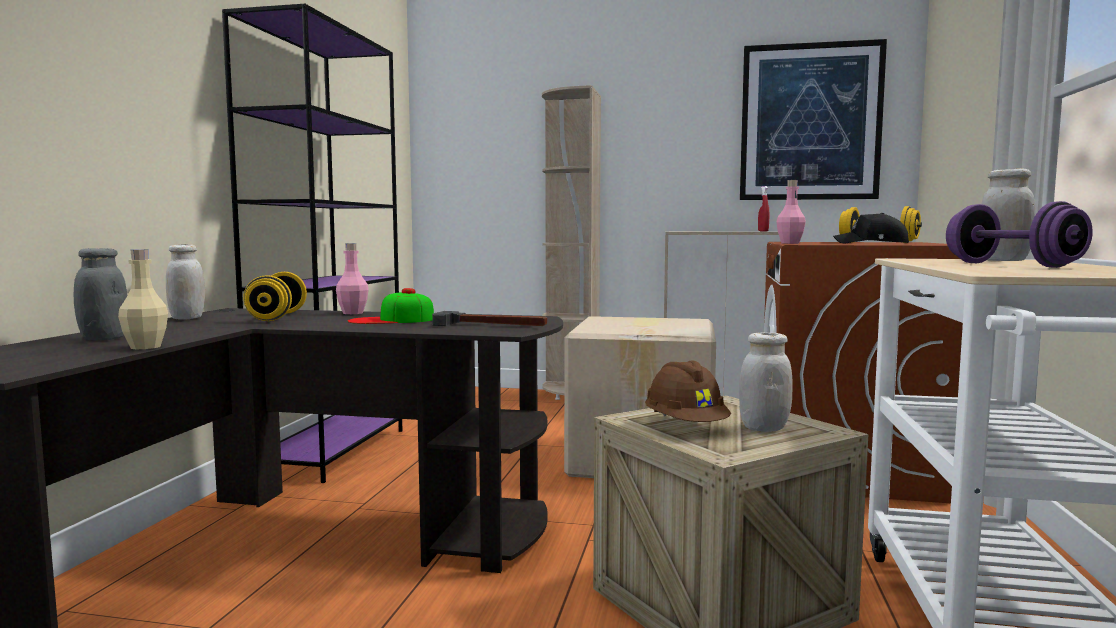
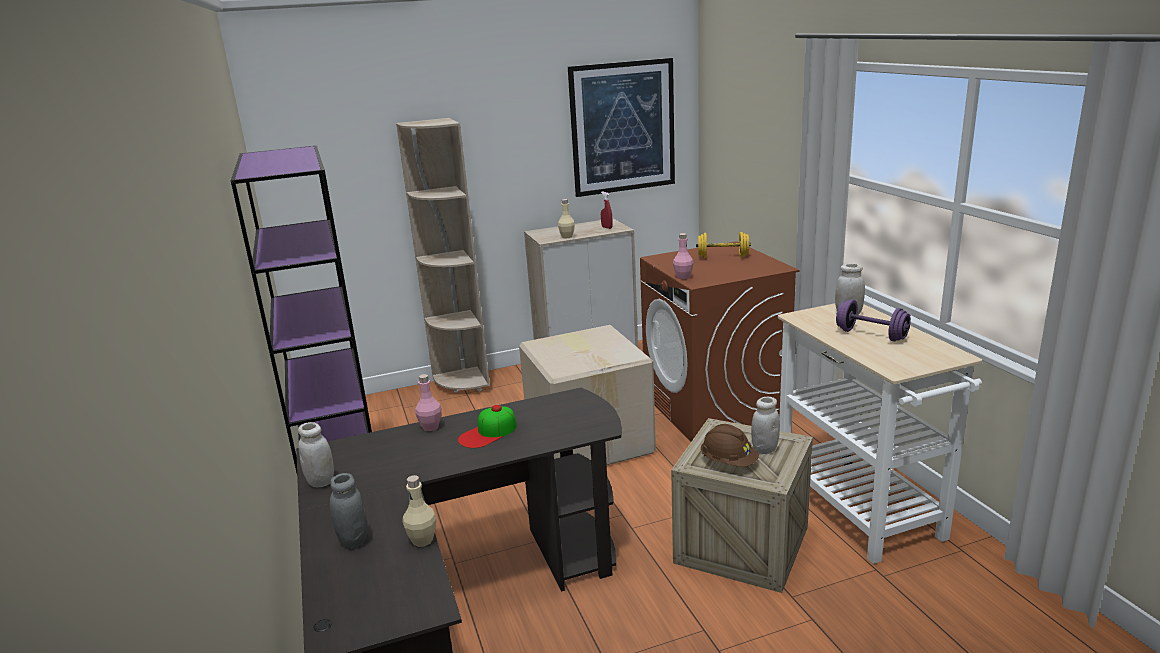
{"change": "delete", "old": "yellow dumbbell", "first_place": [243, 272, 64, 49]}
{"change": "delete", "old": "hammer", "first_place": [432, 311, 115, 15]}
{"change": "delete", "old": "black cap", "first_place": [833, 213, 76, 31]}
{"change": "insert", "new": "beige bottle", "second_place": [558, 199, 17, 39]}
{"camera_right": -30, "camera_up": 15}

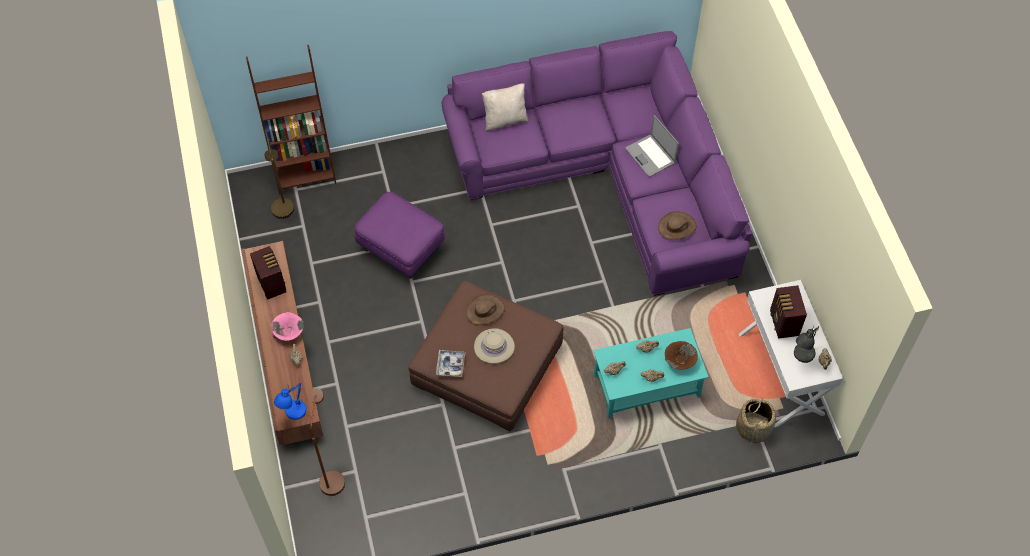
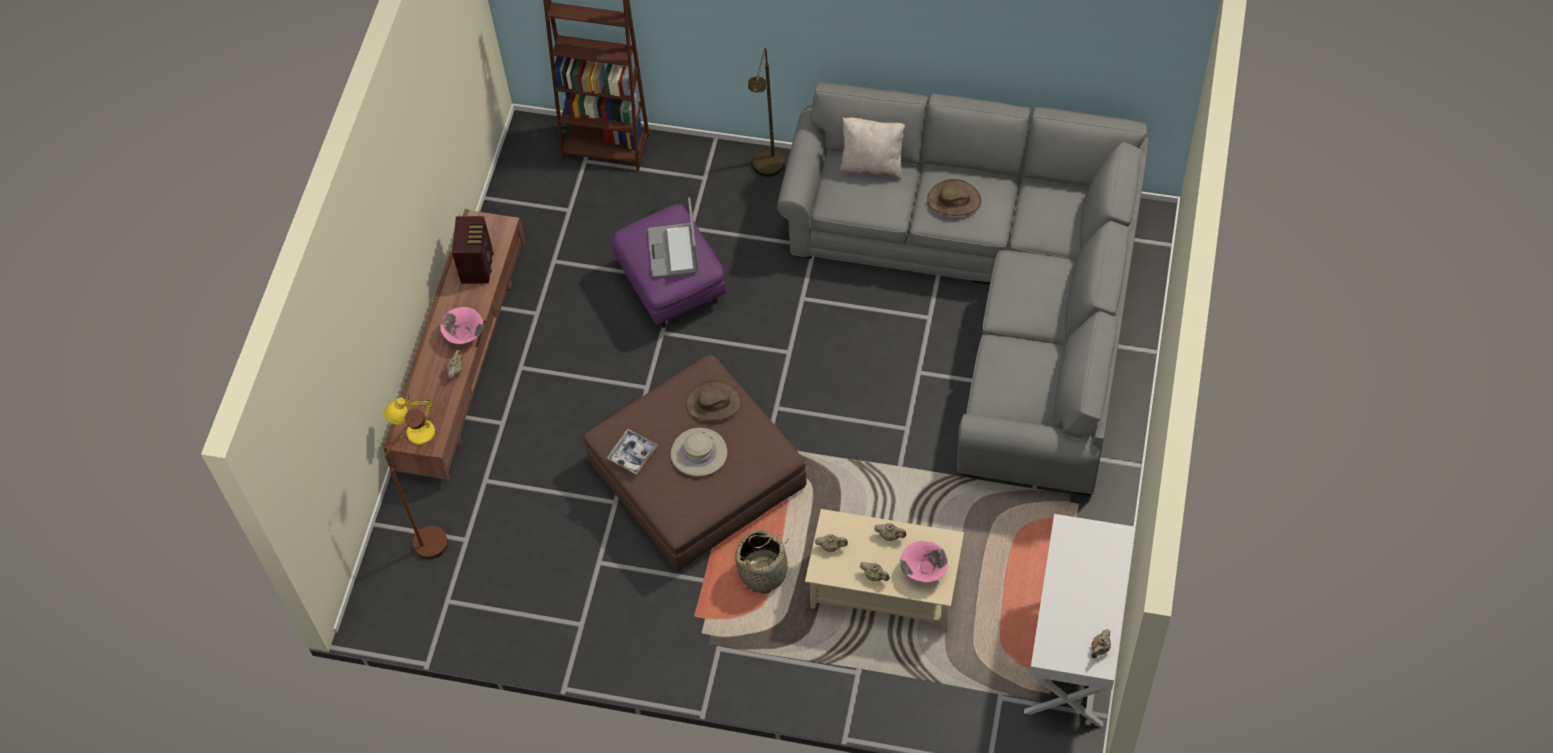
{"change": "delete", "old": "radio", "first_place": [770, 285, 37, 54]}
{"change": "delete", "old": "grey table lamp", "first_place": [794, 325, 25, 38]}
{"change": "move", "old": "brown floor lamp", "first_place": [264, 128, 30, 91], "second_place": [748, 48, 36, 129]}
{"change": "move", "old": "laptop", "first_place": [626, 115, 53, 62], "second_place": [648, 197, 51, 80]}
{"change": "move", "old": "brown hat", "first_place": [658, 211, 39, 29], "second_place": [927, 179, 54, 37]}
{"change": "move", "old": "basket", "first_place": [736, 397, 40, 46], "second_place": [735, 530, 54, 64]}
{"change": "recolor", "old": "blue table lamp", "new": "yellow table lamp", "first_place": [274, 383, 32, 37], "second_place": [384, 394, 51, 51]}
{"change": "recolor", "old": "purple sofa", "new": "grey sofa", "first_place": [442, 31, 310, 265], "second_place": [777, 82, 372, 414]}
{"change": "recolor", "old": "turquoise coffee table", "new": "beige coffee table", "first_place": [593, 328, 116, 91], "second_place": [805, 509, 159, 122]}
{"change": "recolor", "old": "brown bowl", "new": "pink bowl", "first_place": [665, 341, 33, 29], "second_place": [900, 541, 48, 41]}
{"camera_right": 30, "camera_up": 0}

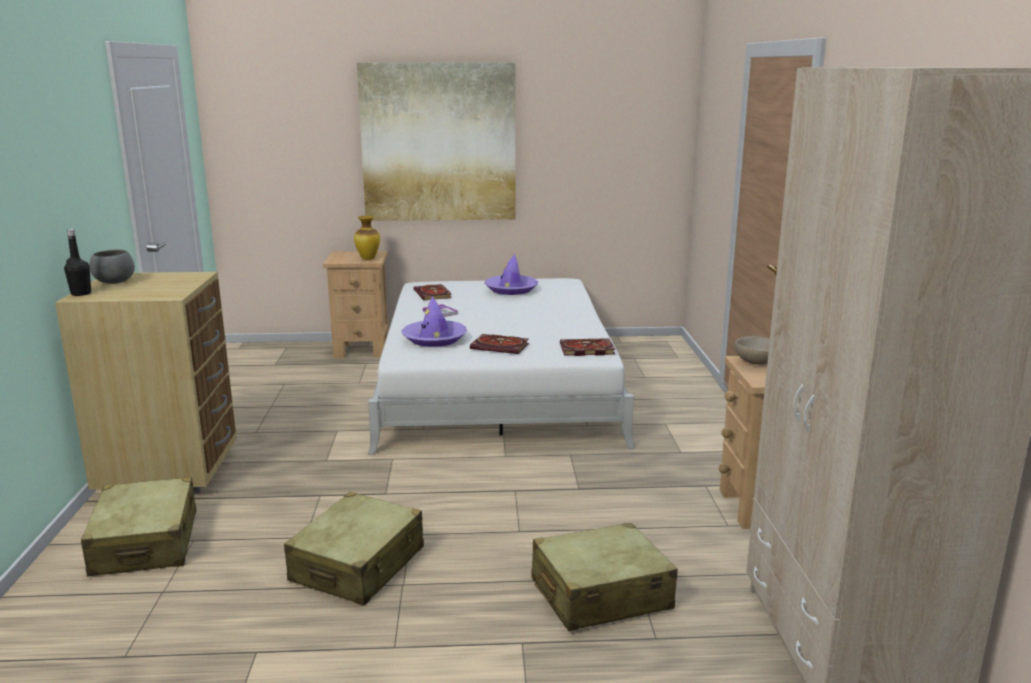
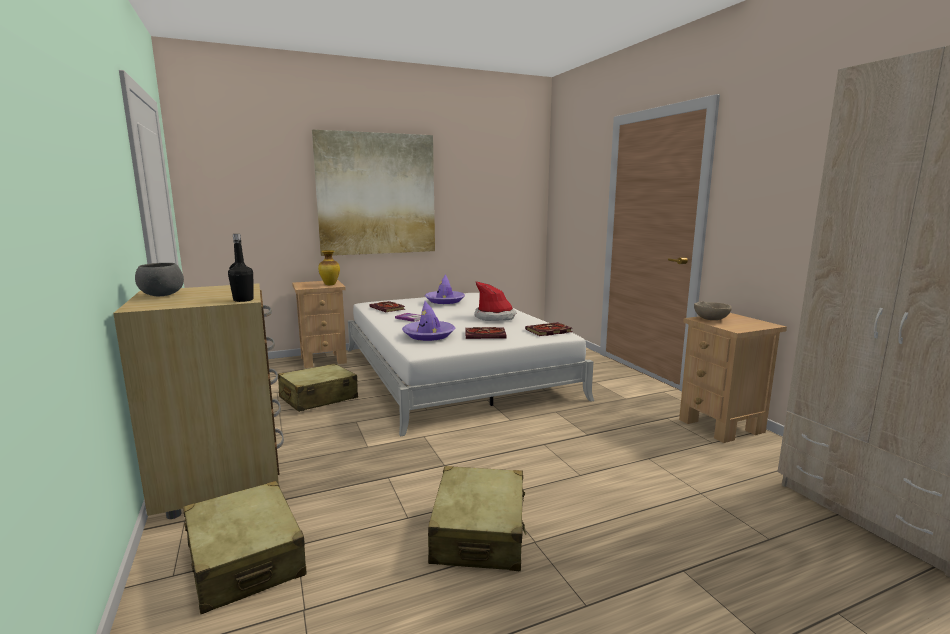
{"change": "insert", "new": "hat", "second_place": [474, 281, 43, 40]}
{"change": "move", "old": "black bottle", "first_place": [64, 229, 27, 67], "second_place": [228, 234, 26, 68]}
{"change": "move", "old": "beige suitcase", "first_place": [531, 523, 147, 108], "second_place": [278, 364, 80, 48]}
{"camera_right": -20, "camera_up": -5}

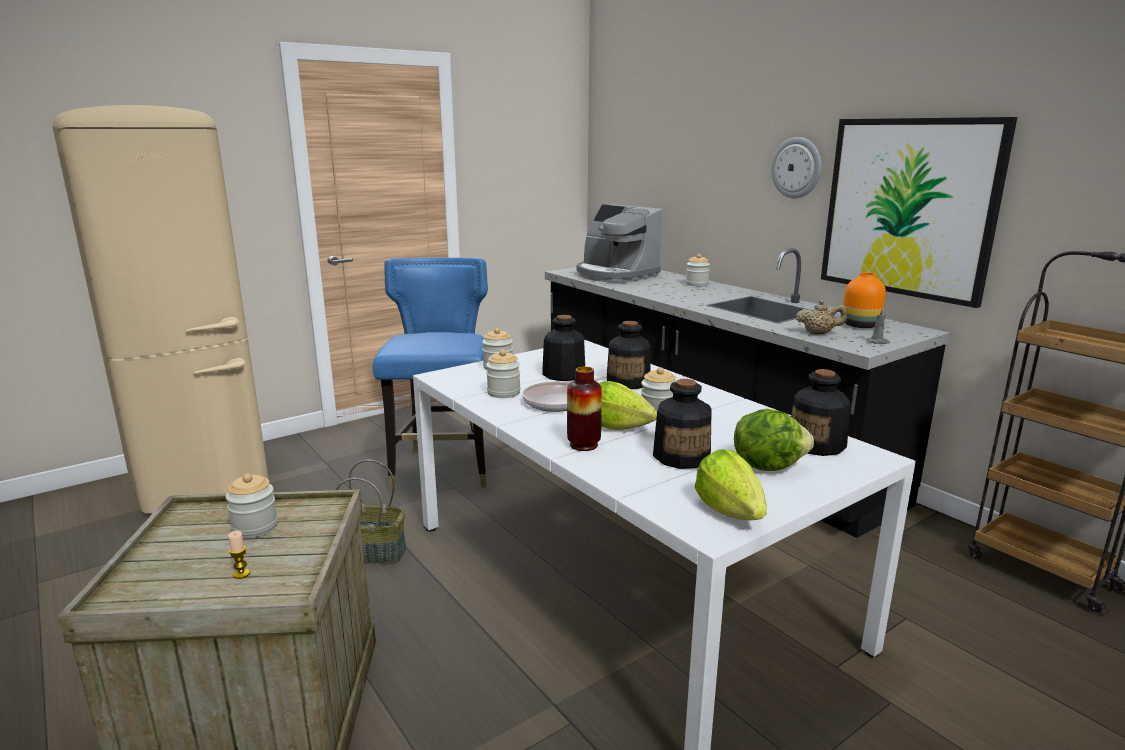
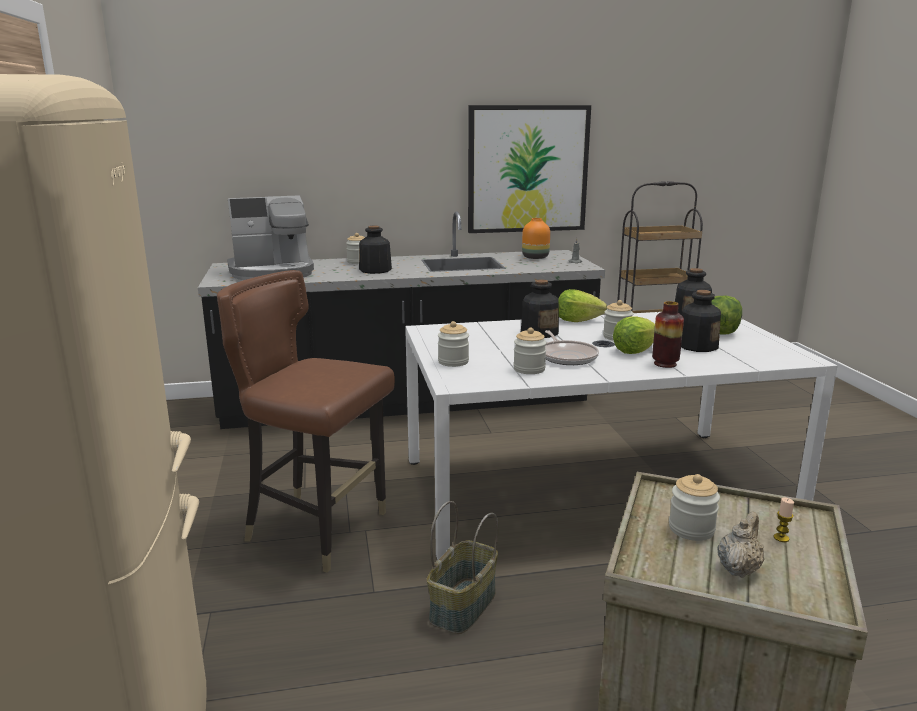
{"change": "delete", "old": "wall clock", "first_place": [771, 137, 50, 61]}
{"change": "move", "old": "bottle", "first_place": [542, 315, 43, 66], "second_place": [359, 226, 33, 48]}
{"change": "move", "old": "lettuce", "first_place": [694, 449, 73, 71], "second_place": [558, 289, 49, 33]}
{"change": "move", "old": "beige teapot", "first_place": [796, 300, 51, 34], "second_place": [718, 512, 46, 66]}
{"change": "recolor", "old": "blue chair", "new": "brown chair", "first_place": [373, 257, 115, 232], "second_place": [217, 270, 178, 303]}
{"camera_right": -65, "camera_up": 0}

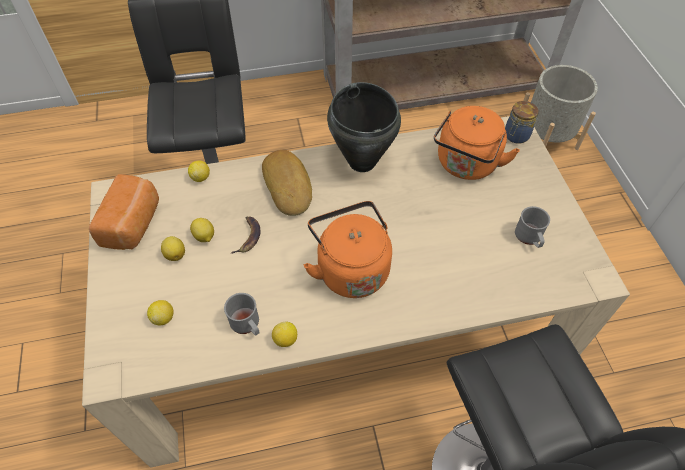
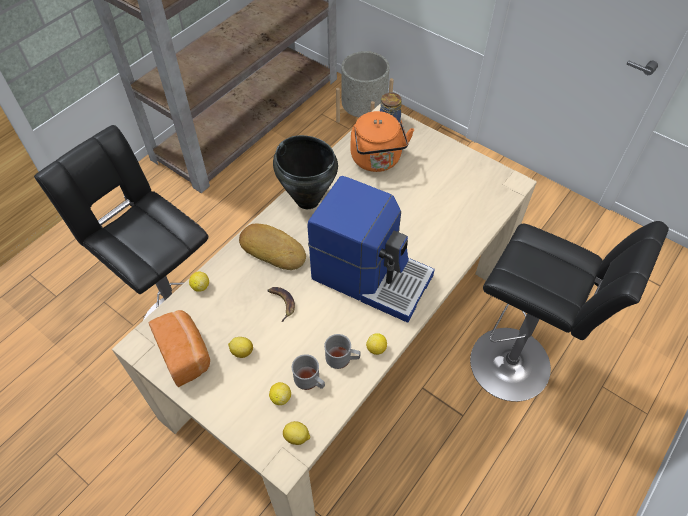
{"change": "move", "old": "lemon", "first_place": [190, 218, 24, 24], "second_place": [283, 421, 27, 24]}
{"change": "move", "old": "grey mug", "first_place": [515, 206, 35, 42], "second_place": [292, 354, 33, 36]}
{"change": "replace", "old": "orange kettle", "new": "coffee machine", "first_place": [304, 201, 88, 97], "second_place": [307, 176, 128, 147]}
{"camera_right": -40, "camera_up": 0}

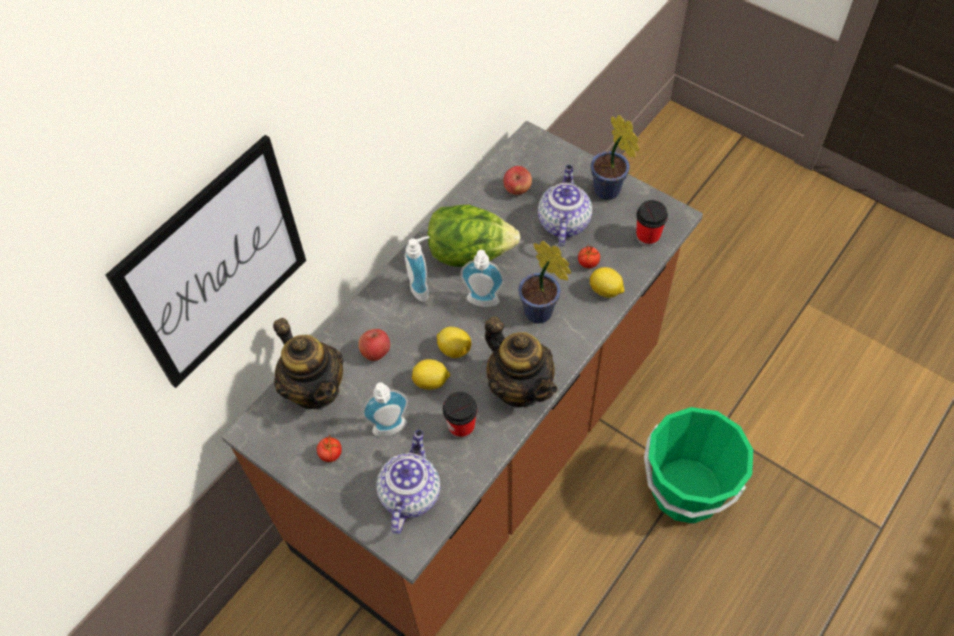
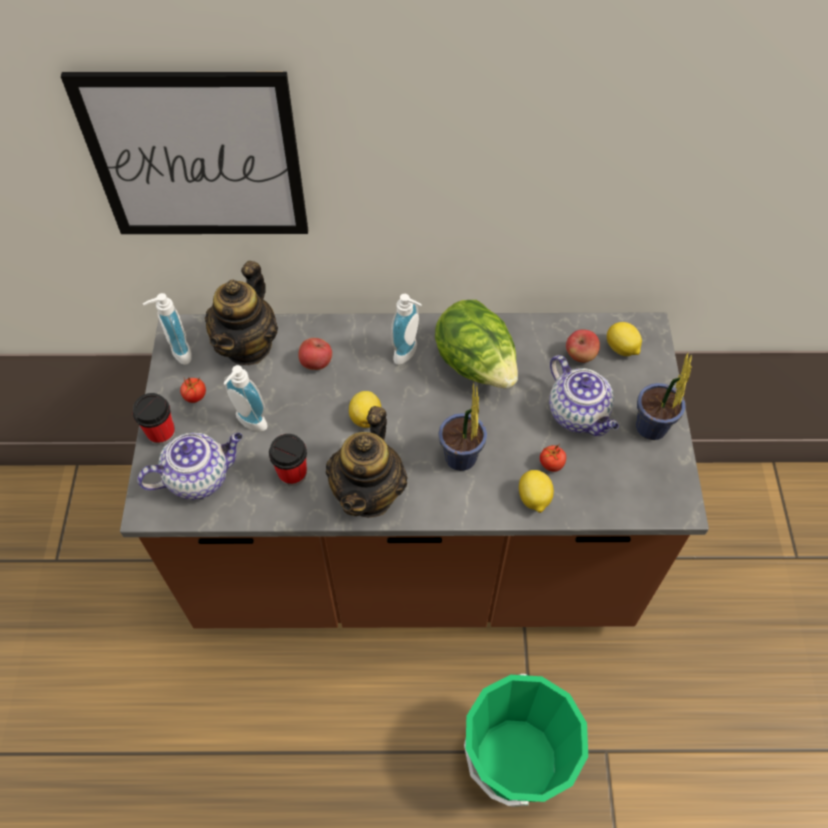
{"change": "move", "old": "lemon", "first_place": [412, 359, 38, 31], "second_place": [607, 322, 35, 34]}
{"change": "move", "old": "soap dispenser", "first_place": [461, 250, 43, 57], "second_place": [143, 293, 48, 72]}
{"change": "move", "old": "cup", "first_place": [636, 200, 32, 46], "second_place": [133, 393, 42, 52]}
{"change": "rotate", "old": "teapot", "first_place": [538, 165, 54, 81], "second_place": [549, 355, 70, 81], "degrees": 90}
{"camera_right": 50, "camera_up": 0}

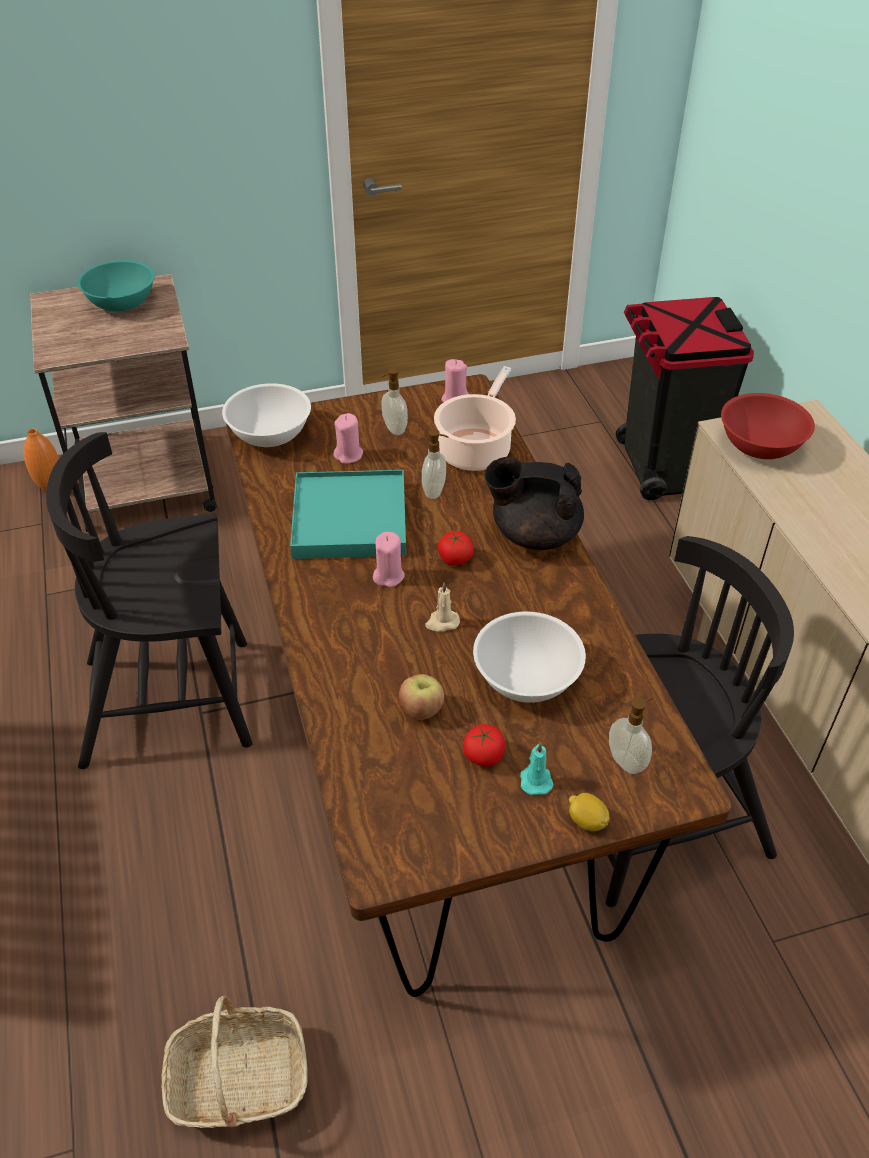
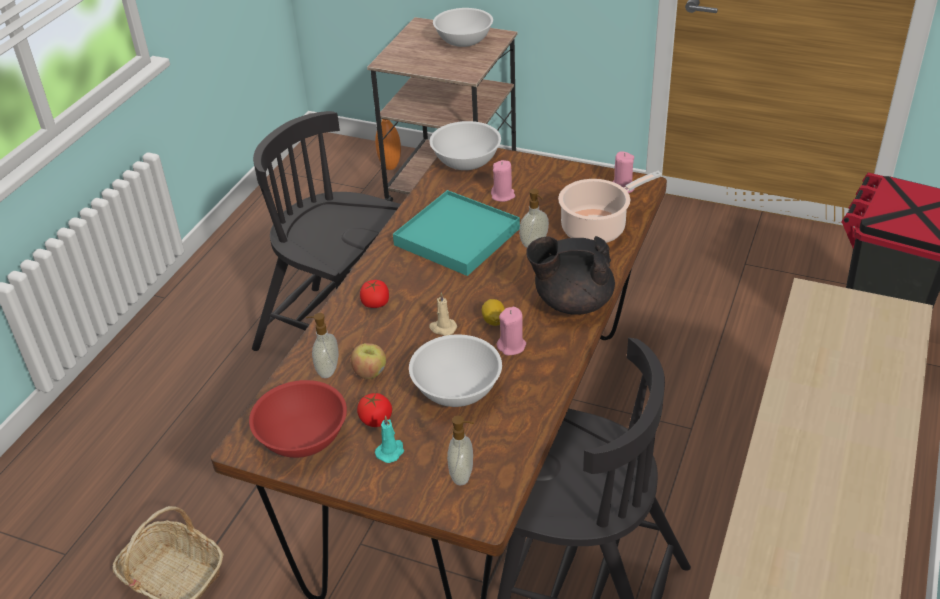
{"change": "move", "old": "pink candle", "first_place": [373, 532, 32, 55], "second_place": [497, 307, 29, 48]}
{"change": "move", "old": "soap dispenser", "first_place": [381, 368, 27, 67], "second_place": [306, 313, 33, 65]}
{"change": "move", "old": "tomato", "first_place": [438, 531, 36, 35], "second_place": [360, 280, 29, 28]}
{"change": "move", "old": "lemon", "first_place": [569, 793, 41, 38], "second_place": [482, 299, 23, 27]}
{"change": "move", "old": "red bowl", "first_place": [721, 393, 94, 66], "second_place": [249, 380, 98, 78]}
{"change": "recolor", "old": "turquoise bowl", "new": "white bowl", "first_place": [77, 260, 78, 52], "second_place": [433, 8, 60, 39]}
{"change": "rotate", "old": "black teapot", "first_place": [484, 457, 100, 93], "second_place": [526, 236, 89, 79], "degrees": -45}
{"camera_right": 40, "camera_up": -5}

